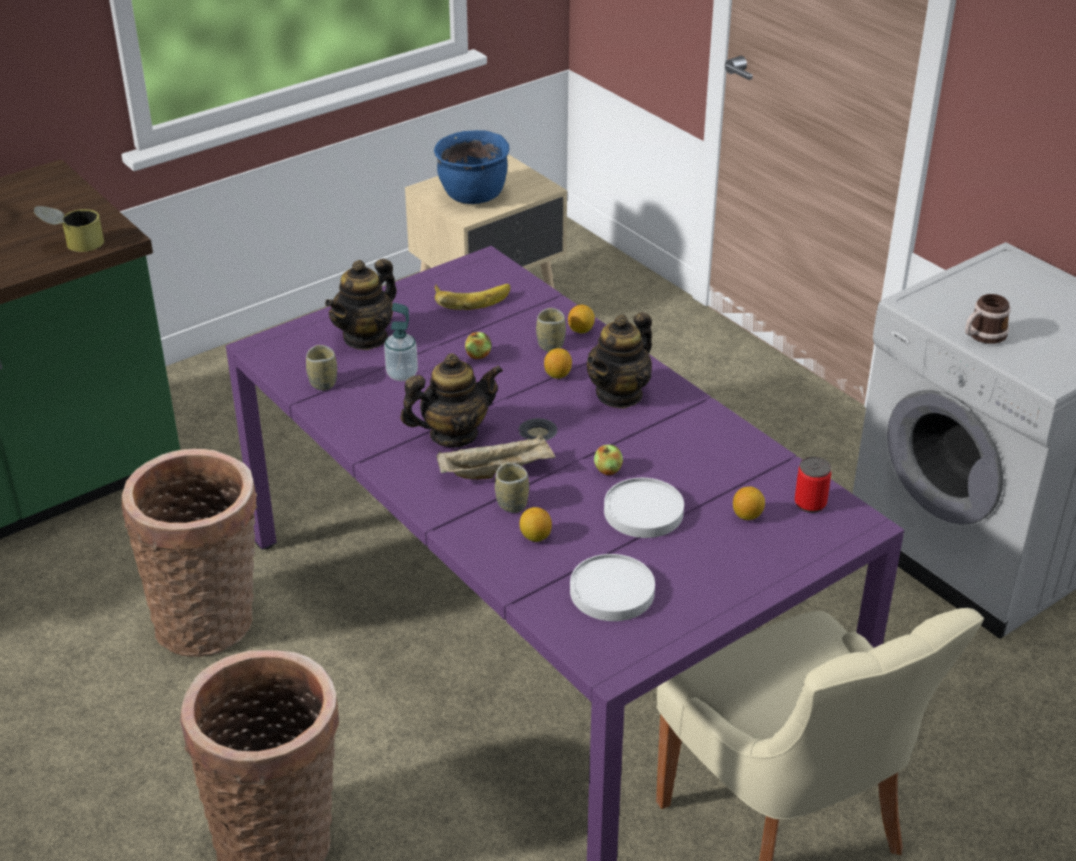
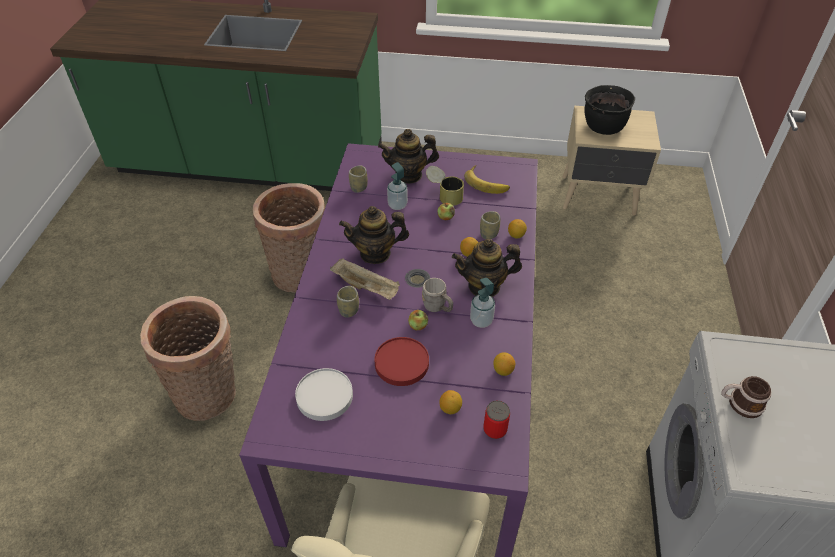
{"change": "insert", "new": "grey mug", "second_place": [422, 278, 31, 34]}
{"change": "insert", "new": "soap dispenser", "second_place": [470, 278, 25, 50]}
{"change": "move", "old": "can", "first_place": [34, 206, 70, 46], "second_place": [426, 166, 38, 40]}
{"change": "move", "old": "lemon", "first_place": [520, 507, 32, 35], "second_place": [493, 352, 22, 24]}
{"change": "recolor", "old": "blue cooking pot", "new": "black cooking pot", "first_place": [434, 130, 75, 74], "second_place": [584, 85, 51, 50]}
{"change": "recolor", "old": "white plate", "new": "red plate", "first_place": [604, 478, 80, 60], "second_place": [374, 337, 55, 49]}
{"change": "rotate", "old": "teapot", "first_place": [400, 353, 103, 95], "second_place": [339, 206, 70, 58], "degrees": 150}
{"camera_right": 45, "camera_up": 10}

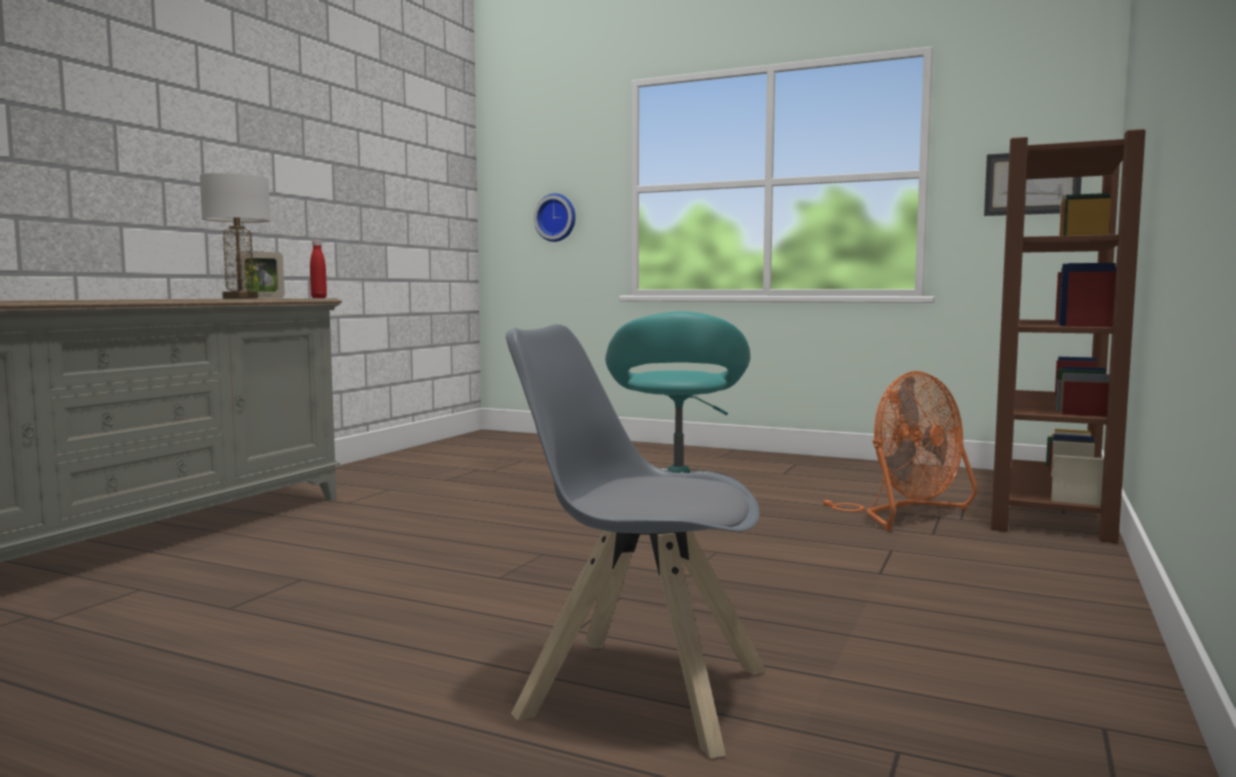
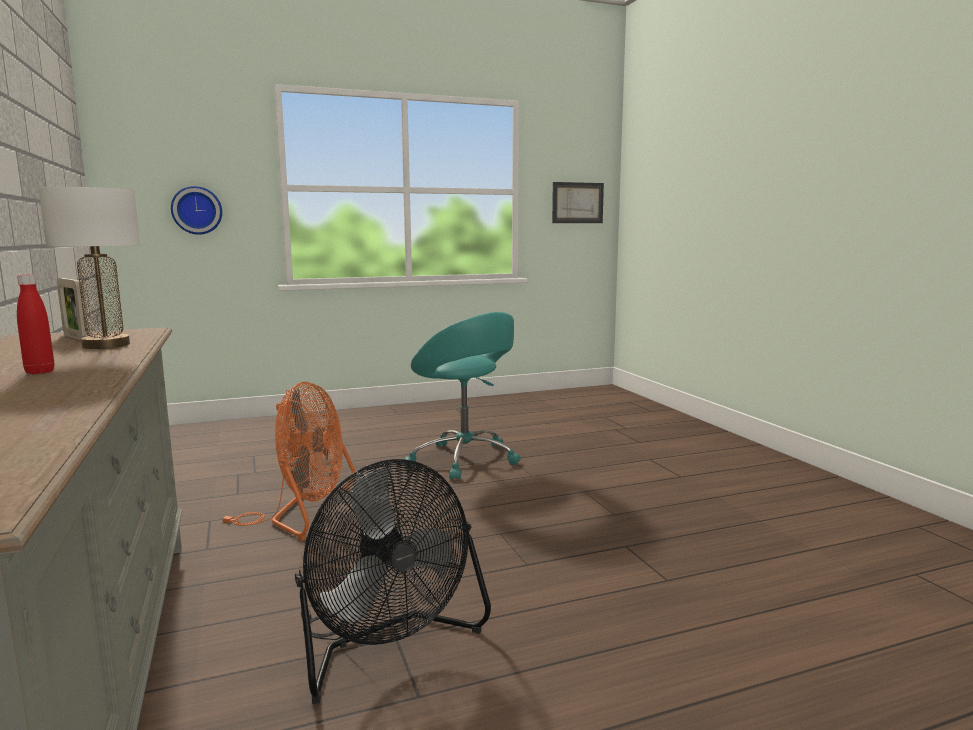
{"change": "delete", "old": "grey chair", "first_place": [506, 324, 260, 434]}
{"change": "delete", "old": "brown bookcase", "first_place": [991, 129, 155, 414]}
{"change": "insert", "new": "black fan", "second_place": [295, 459, 196, 245]}
{"change": "move", "old": "red bottle", "first_place": [310, 240, 17, 58], "second_place": [17, 275, 37, 99]}
{"change": "move", "old": "orange fan", "first_place": [823, 371, 154, 160], "second_place": [222, 382, 133, 159]}
{"change": "rotate", "old": "picture frame", "first_place": [236, 251, 49, 47], "second_place": [57, 278, 32, 62], "degrees": 135}
{"camera_right": -45, "camera_up": 5}

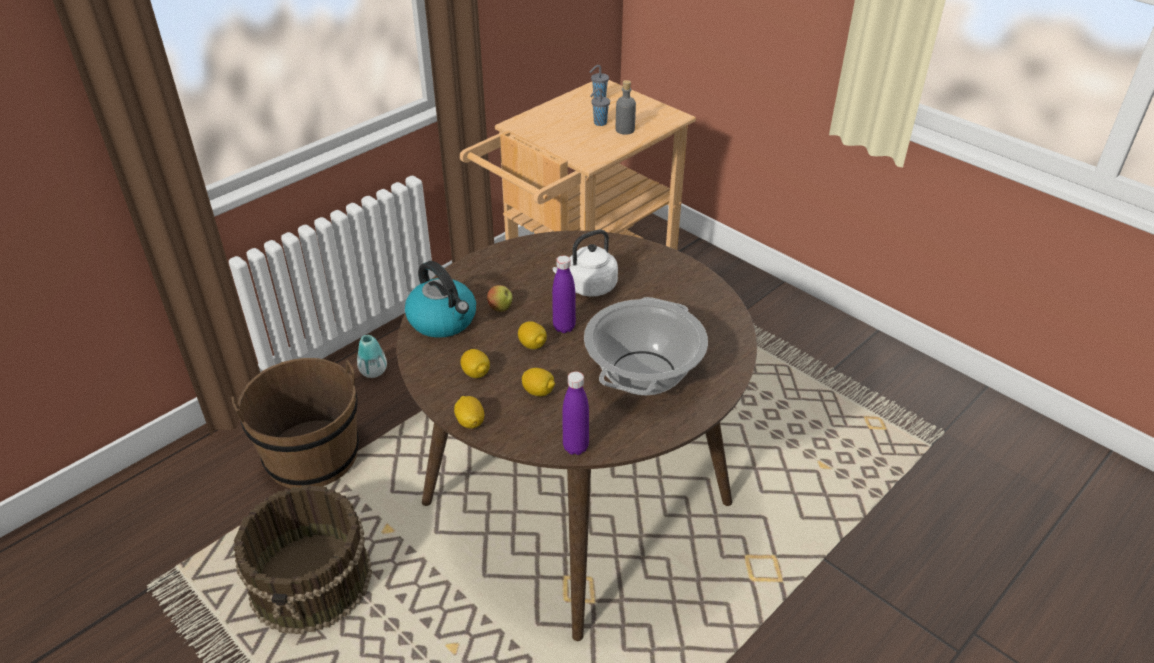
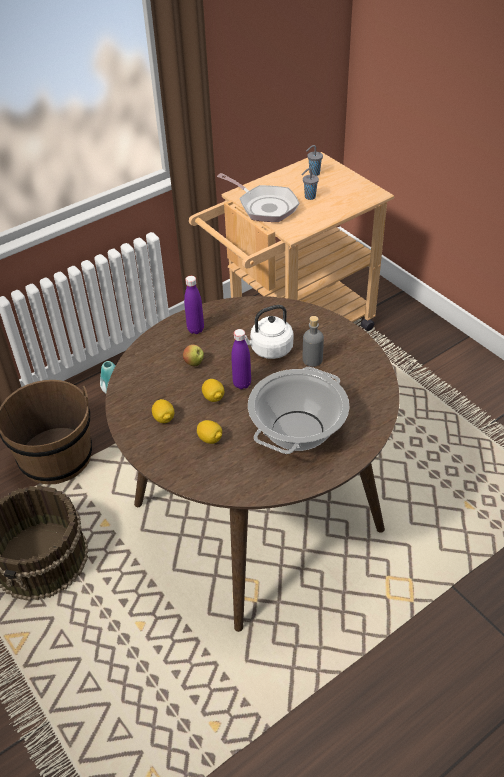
{"change": "delete", "old": "kettle", "first_place": [405, 261, 71, 77]}
{"change": "delete", "old": "lemon", "first_place": [454, 396, 30, 33]}
{"change": "insert", "new": "frying pan", "second_place": [217, 173, 83, 49]}
{"change": "move", "old": "purple bottle", "first_place": [563, 371, 26, 84], "second_place": [184, 276, 20, 58]}
{"change": "move", "old": "grey bottle", "first_place": [616, 80, 20, 55], "second_place": [303, 316, 21, 51]}
{"camera_right": 10, "camera_up": 5}

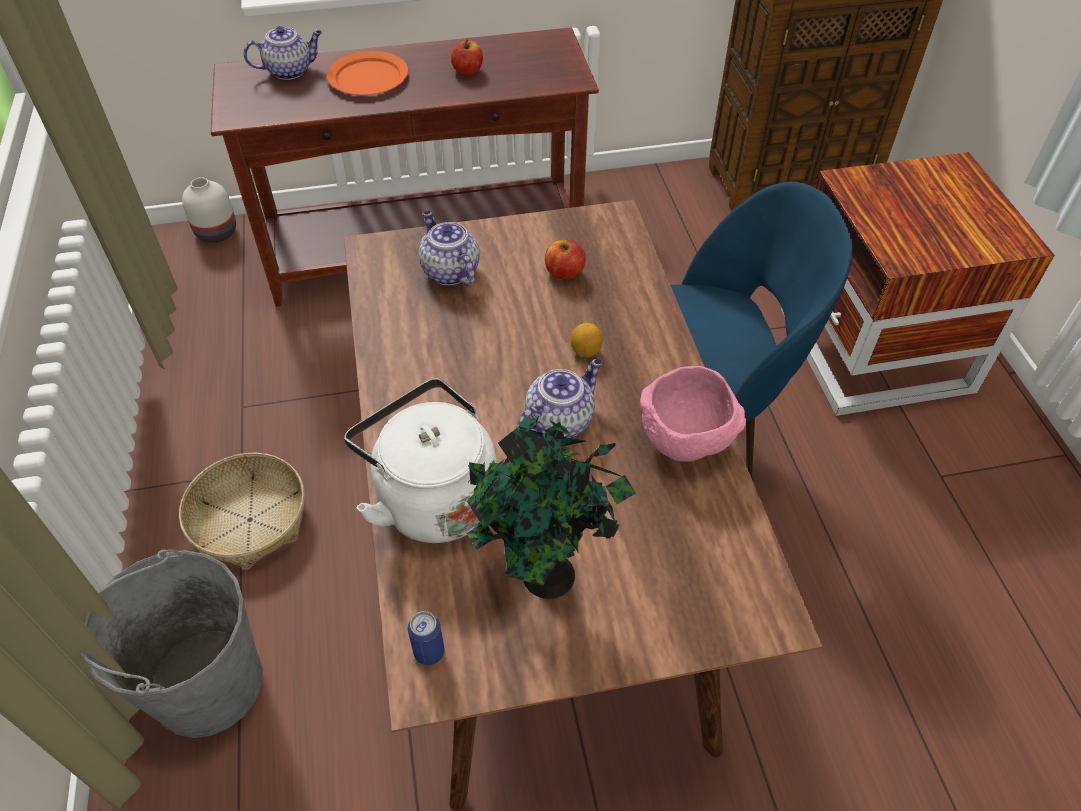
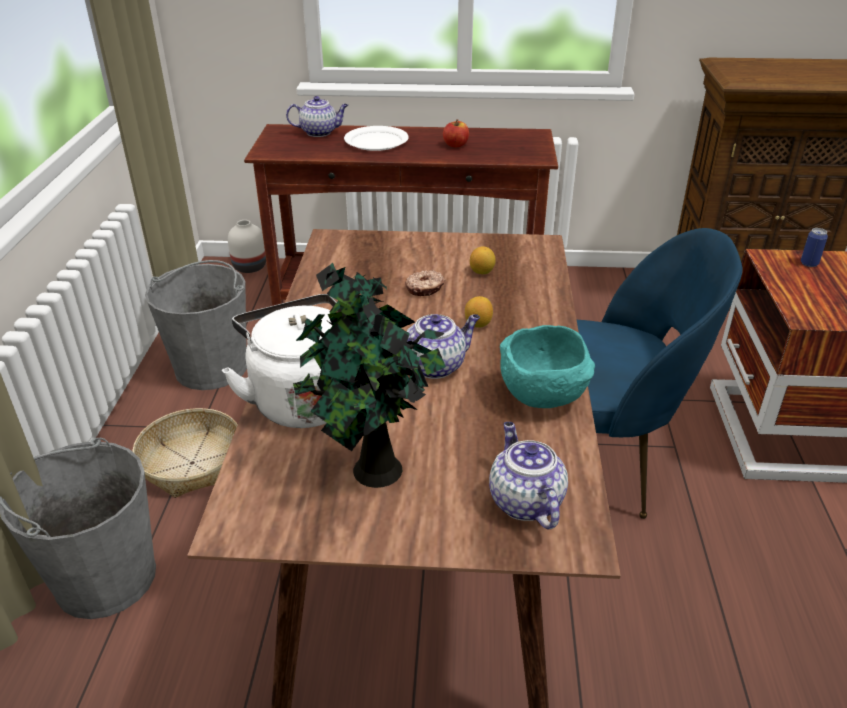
{"change": "insert", "new": "grey bucket", "second_place": [145, 260, 102, 130]}
{"change": "insert", "new": "donut", "second_place": [405, 270, 40, 26]}
{"change": "move", "old": "can", "first_place": [408, 611, 37, 54], "second_place": [801, 228, 27, 39]}
{"change": "move", "old": "teapot", "first_place": [419, 211, 61, 75], "second_place": [489, 422, 79, 107]}
{"change": "replace", "old": "apple", "new": "lemon", "first_place": [545, 240, 41, 40], "second_place": [470, 246, 26, 28]}
{"change": "recolor", "old": "orange plate", "new": "white plate", "first_place": [327, 51, 81, 44], "second_place": [344, 126, 65, 25]}
{"change": "recolor", "old": "pink bowl", "new": "turquoise bowl", "first_place": [640, 366, 106, 96], "second_place": [500, 325, 95, 83]}
{"camera_right": 15, "camera_up": -15}

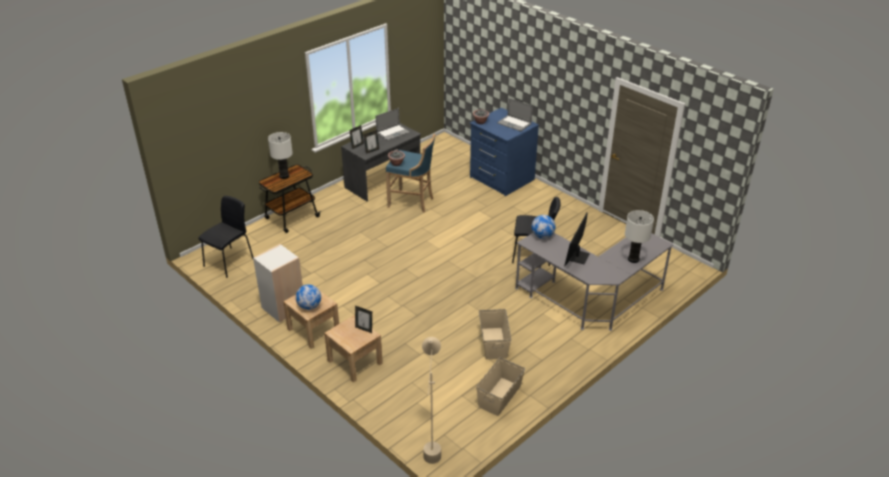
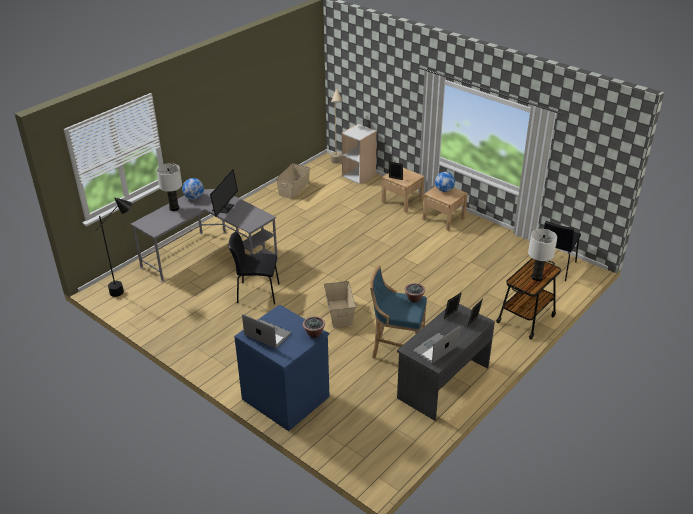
{"change": "insert", "new": "black floor lamp", "second_place": [95, 197, 37, 100]}
{"change": "move", "old": "bookcase", "first_place": [253, 244, 50, 79], "second_place": [342, 124, 35, 60]}
{"change": "move", "old": "beige storage box", "first_place": [479, 309, 33, 50], "second_place": [324, 281, 32, 47]}
{"change": "move", "old": "globe", "first_place": [532, 215, 24, 24], "second_place": [182, 178, 22, 22]}
{"camera_right": 175, "camera_up": 0}

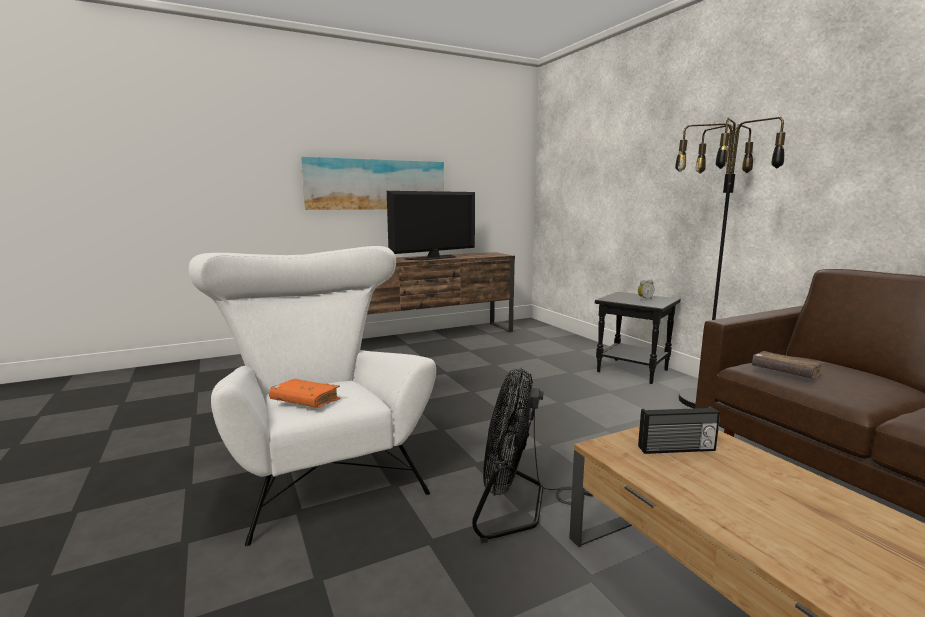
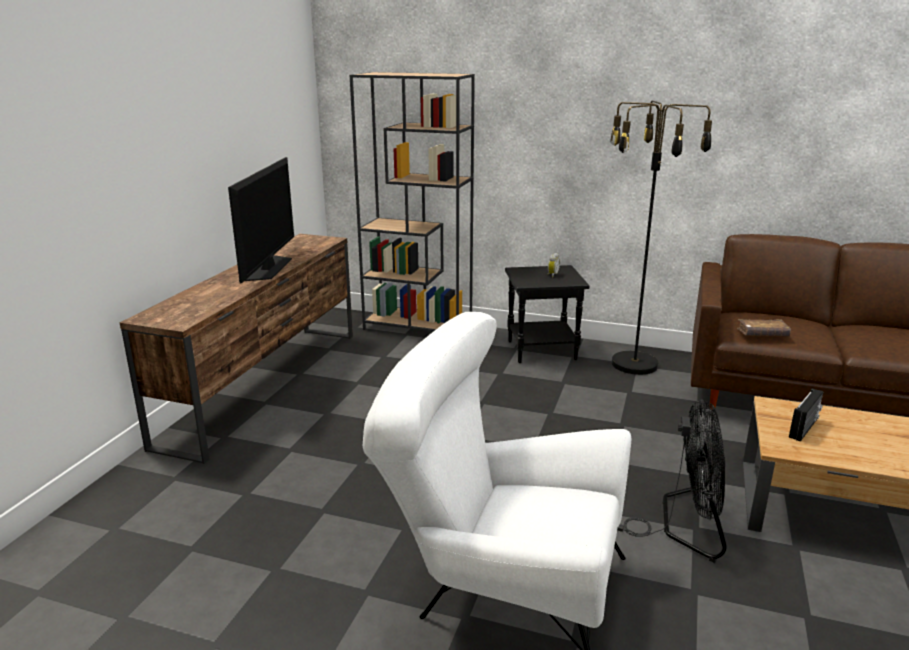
{"change": "delete", "old": "orange book", "first_place": [269, 379, 72, 29]}
{"change": "delete", "old": "picture", "first_place": [301, 157, 143, 53]}
{"change": "insert", "new": "bookcase", "second_place": [350, 72, 125, 260]}
{"change": "rotate", "old": "black fan", "first_place": [472, 368, 121, 175], "second_place": [617, 399, 110, 164], "degrees": -135}
{"camera_right": -45, "camera_up": 10}

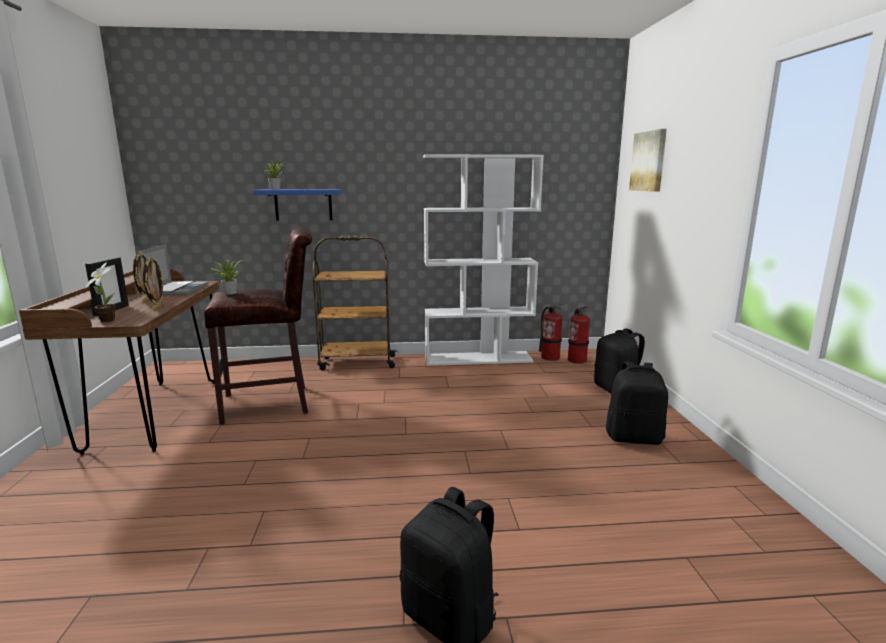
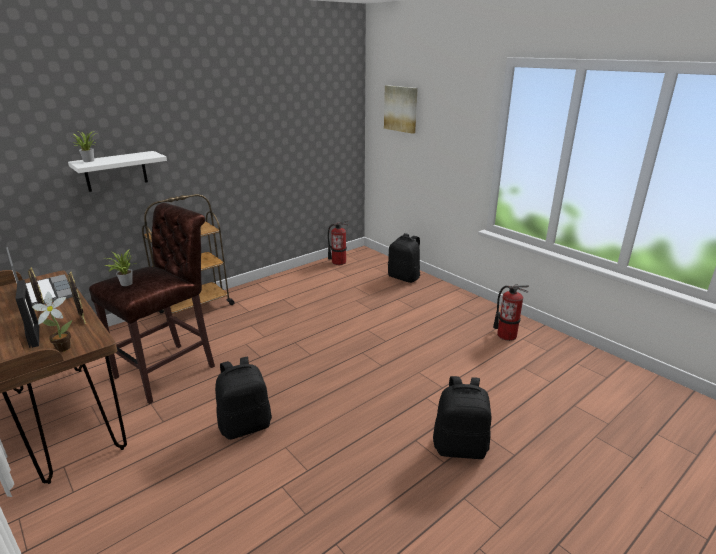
{"change": "delete", "old": "white bookcase", "first_place": [423, 154, 121, 212]}
{"change": "move", "old": "fire extinguisher", "first_place": [568, 306, 22, 58], "second_place": [493, 284, 36, 57]}
{"change": "move", "old": "black backpack", "first_place": [606, 362, 62, 83], "second_place": [215, 357, 57, 83]}
{"change": "recolor", "old": "blue shelf", "new": "white shelf", "first_place": [253, 189, 89, 32], "second_place": [68, 151, 99, 41]}
{"camera_right": -35, "camera_up": 10}

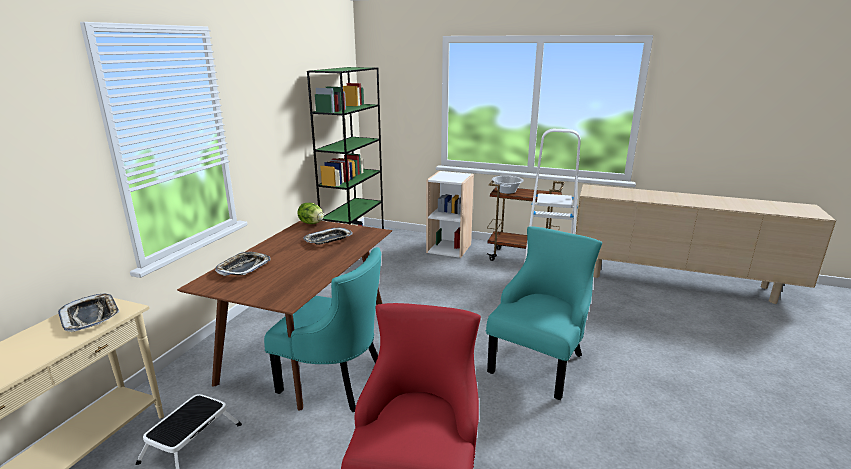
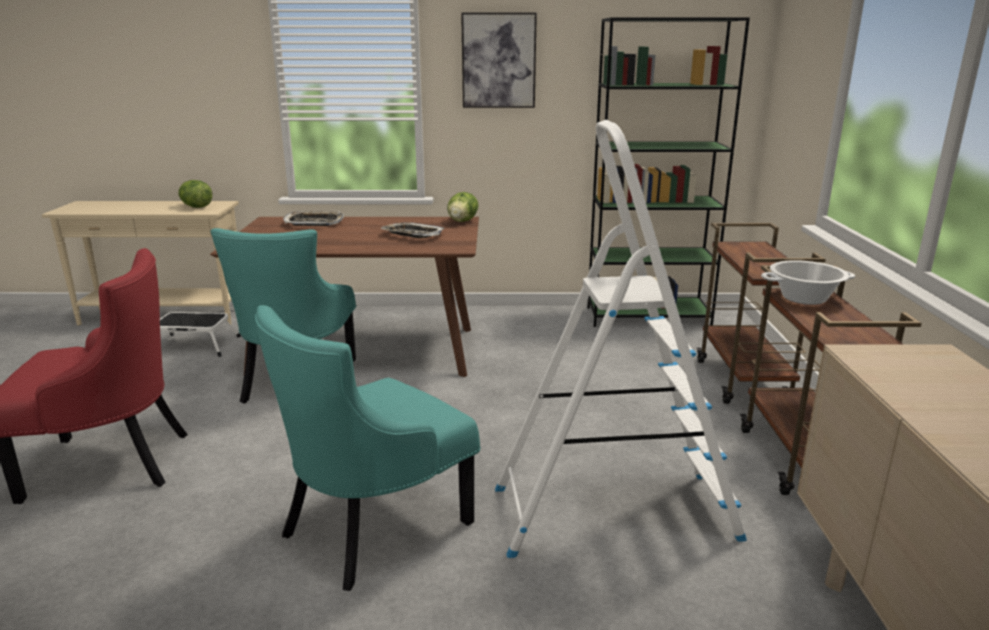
{"change": "insert", "new": "picture", "second_place": [461, 12, 76, 96]}
{"change": "replace", "old": "tray", "new": "lettuce", "first_place": [58, 293, 62, 39], "second_place": [178, 180, 34, 28]}
{"change": "replace", "old": "bookcase", "new": "brown cart", "first_place": [426, 171, 48, 87], "second_place": [696, 223, 130, 181]}
{"change": "rotate", "old": "turquoise chair", "first_place": [486, 226, 116, 174], "second_place": [255, 305, 226, 286], "degrees": 120}
{"camera_right": 70, "camera_up": 0}

